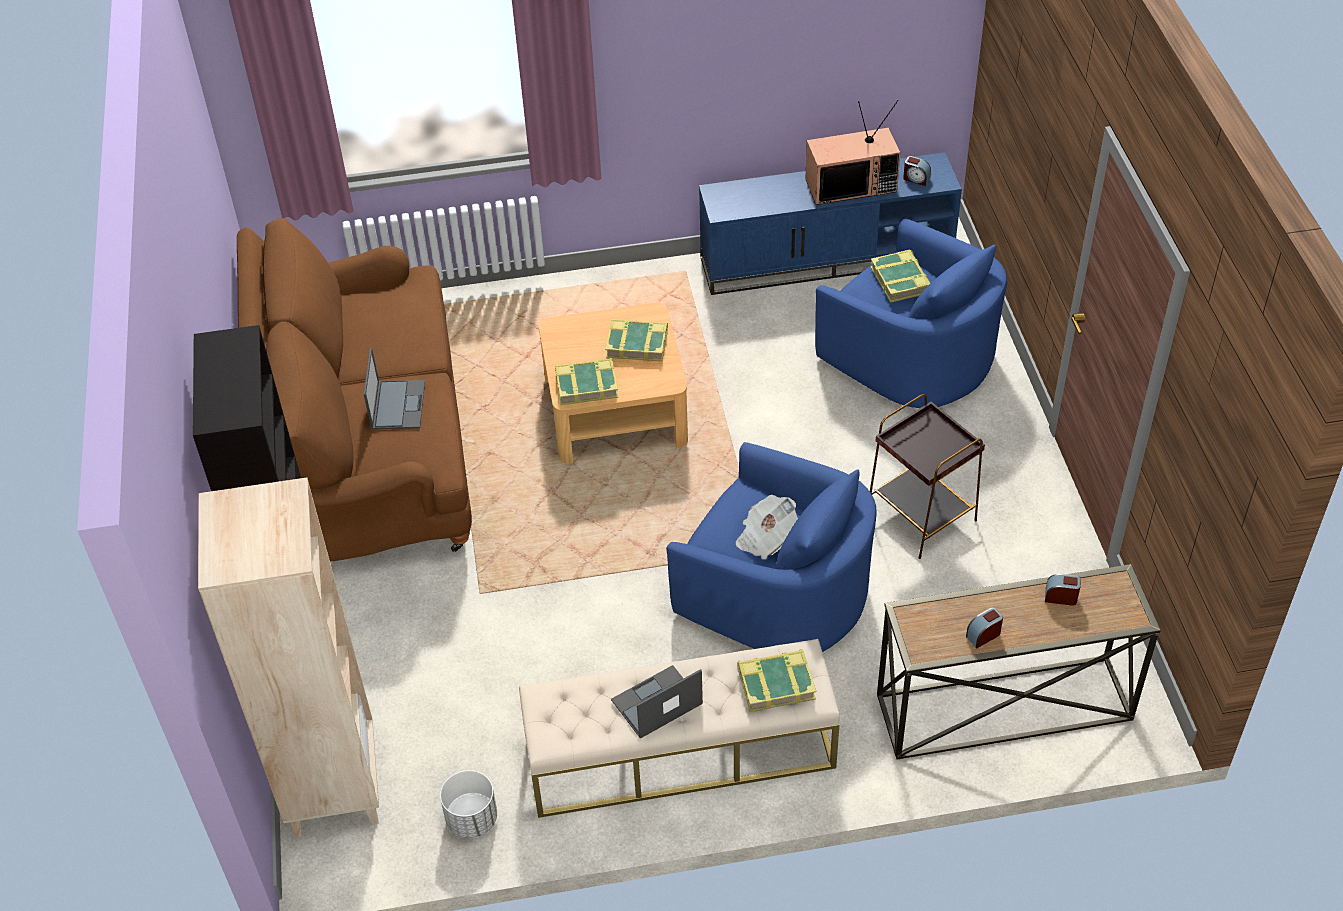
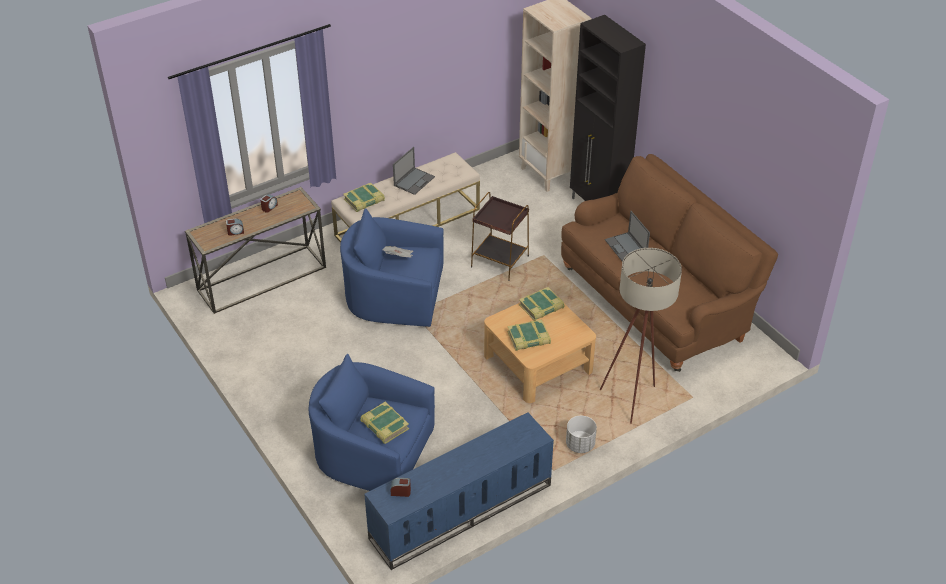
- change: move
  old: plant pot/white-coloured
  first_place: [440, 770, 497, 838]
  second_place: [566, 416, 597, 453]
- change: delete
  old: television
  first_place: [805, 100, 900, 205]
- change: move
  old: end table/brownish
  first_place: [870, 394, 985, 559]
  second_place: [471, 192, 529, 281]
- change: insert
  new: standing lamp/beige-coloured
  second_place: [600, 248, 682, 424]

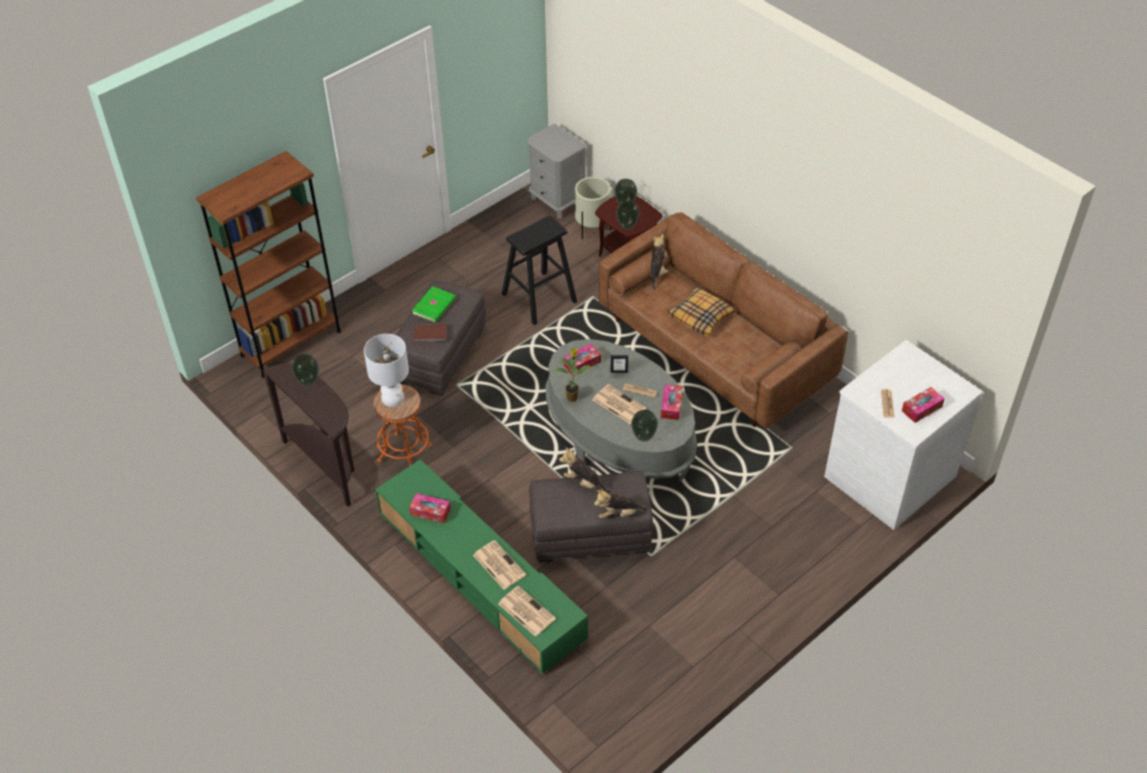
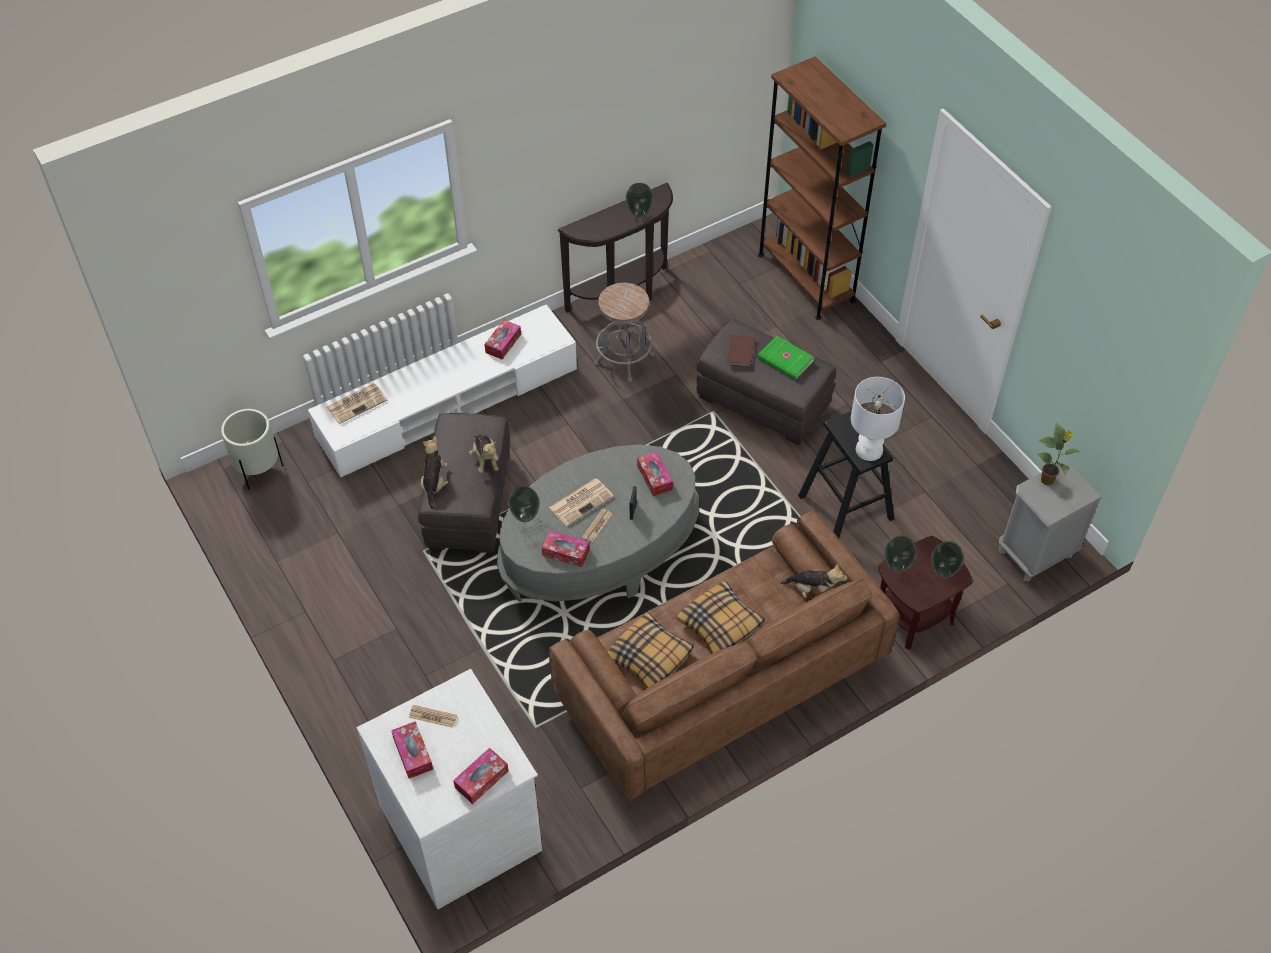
- change: move
  old: table lamp/white-coloured
  first_place: [364, 334, 409, 407]
  second_place: [851, 377, 905, 461]
- change: recolor
  old: sitting stool/orangey
  new: sitting stool/greyish
  first_place: [373, 384, 432, 466]
  second_place: [594, 283, 654, 382]
- change: recolor
  old: tv stand/green-coloured
  new: tv stand/white-coloured
  first_place: [375, 459, 588, 674]
  second_place: [308, 305, 577, 477]
- change: delete
  old: newspaper
  first_place: [473, 540, 526, 590]
- change: move
  old: plant in a pot
  first_place: [553, 348, 593, 402]
  second_place: [1037, 423, 1081, 485]
- change: rotate
  old: plush toy
  first_place: [559, 448, 611, 493]
  second_place: [469, 435, 499, 473]
  degrees: 120
- change: move
  old: plant pot/beige-coloured
  first_place: [575, 177, 611, 240]
  second_place: [221, 409, 283, 489]
- change: insert
  new: tissue holder
  second_place: [453, 748, 509, 804]
- change: insert
  new: throw pillow
  second_place: [608, 612, 694, 689]

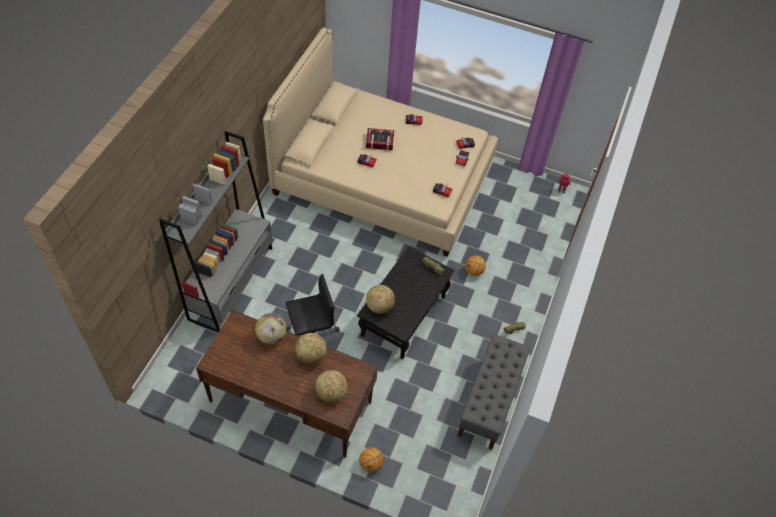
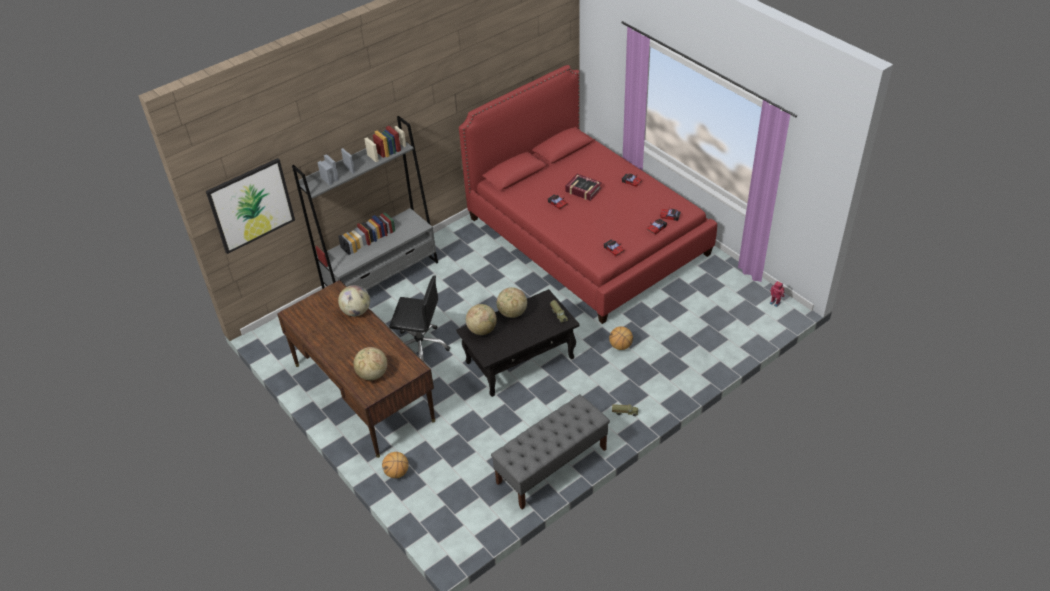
- change: recolor
  old: bedroom bed/beige-coloured
  new: bedroom bed/reddish
  first_place: [263, 28, 498, 257]
  second_place: [459, 65, 717, 324]
- change: move
  old: world globe
  first_place: [295, 333, 327, 365]
  second_place: [497, 287, 527, 318]
- change: insert
  new: wall art
  second_place: [206, 158, 295, 254]

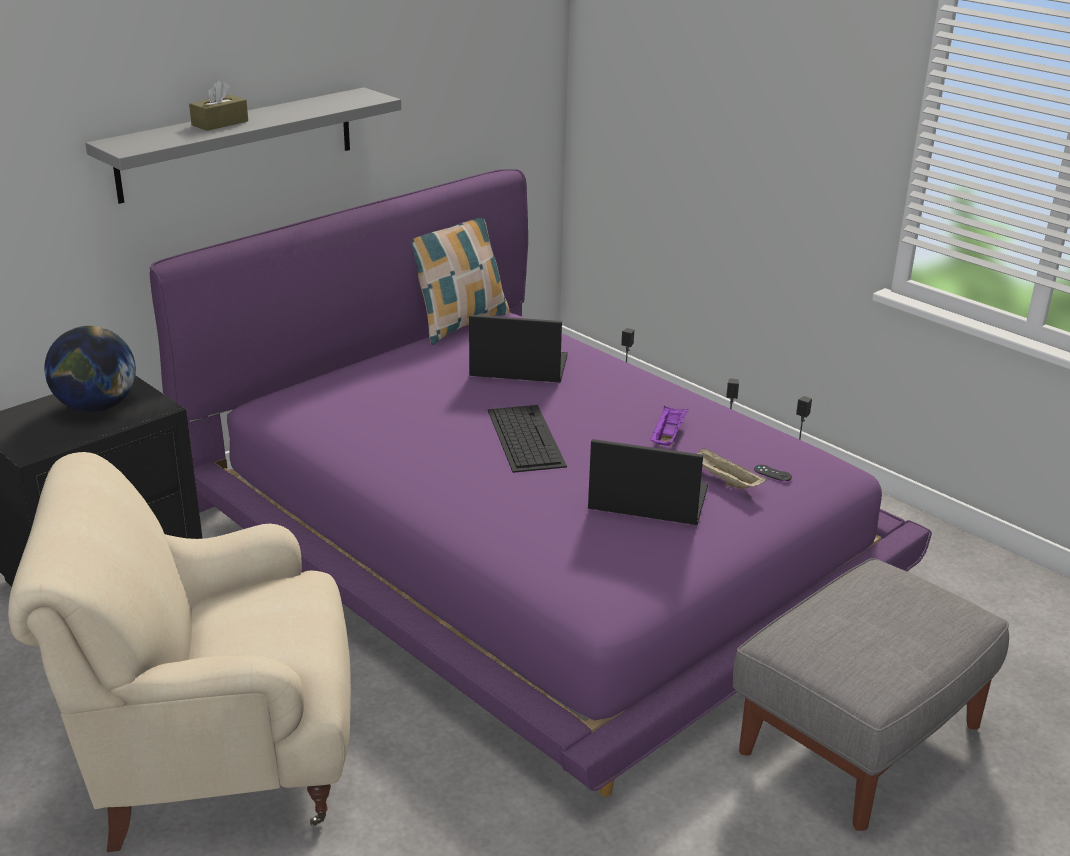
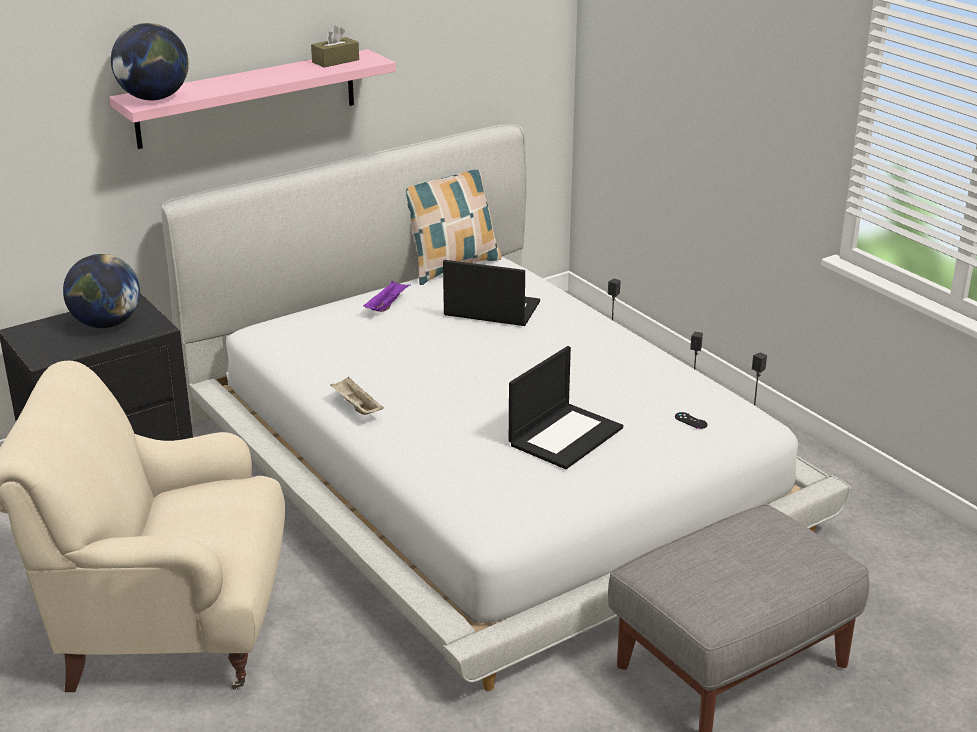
- change: recolor
  old: bracket shelf/greyish
  new: bracket shelf/pink
  first_place: [85, 87, 401, 204]
  second_place: [110, 49, 396, 149]
- change: recolor
  old: bedroom bed/purplish
  new: bedroom bed/white-coloured
  first_place: [150, 169, 932, 796]
  second_place: [161, 125, 850, 691]
- change: move
  old: tissue holder/brownish
  first_place: [189, 80, 248, 131]
  second_place: [311, 26, 359, 67]
- change: delete
  old: PC keyboard
  first_place: [488, 405, 567, 473]
- change: rotate
  old: laptop
  first_place: [588, 439, 708, 525]
  second_place: [509, 346, 623, 469]
  degrees: 105
- change: move
  old: tray/purplish
  first_place: [650, 405, 689, 446]
  second_place: [363, 281, 411, 312]
- change: move
  old: tray/beige-coloured
  first_place: [697, 448, 767, 489]
  second_place: [331, 377, 384, 415]
- change: insert
  new: world globe
  second_place: [111, 23, 189, 100]

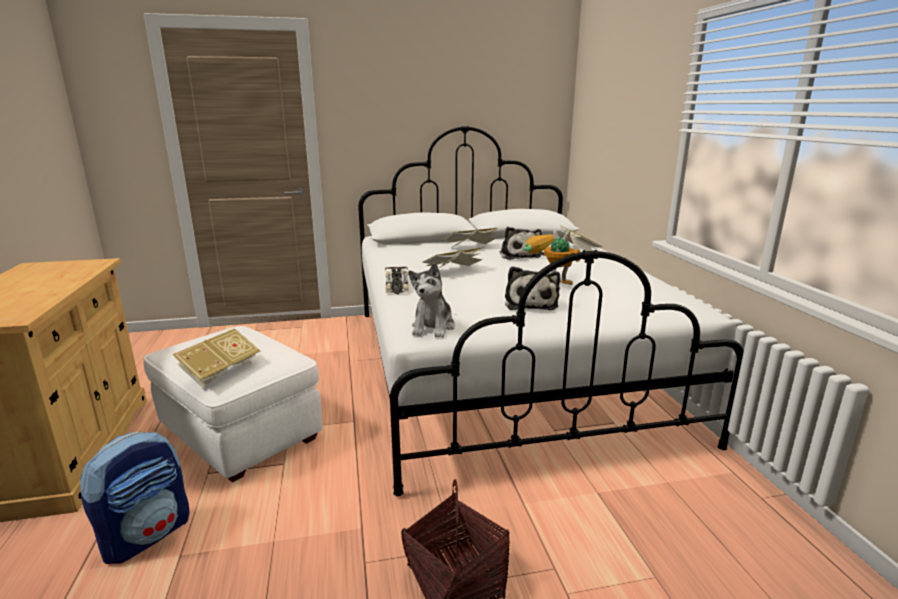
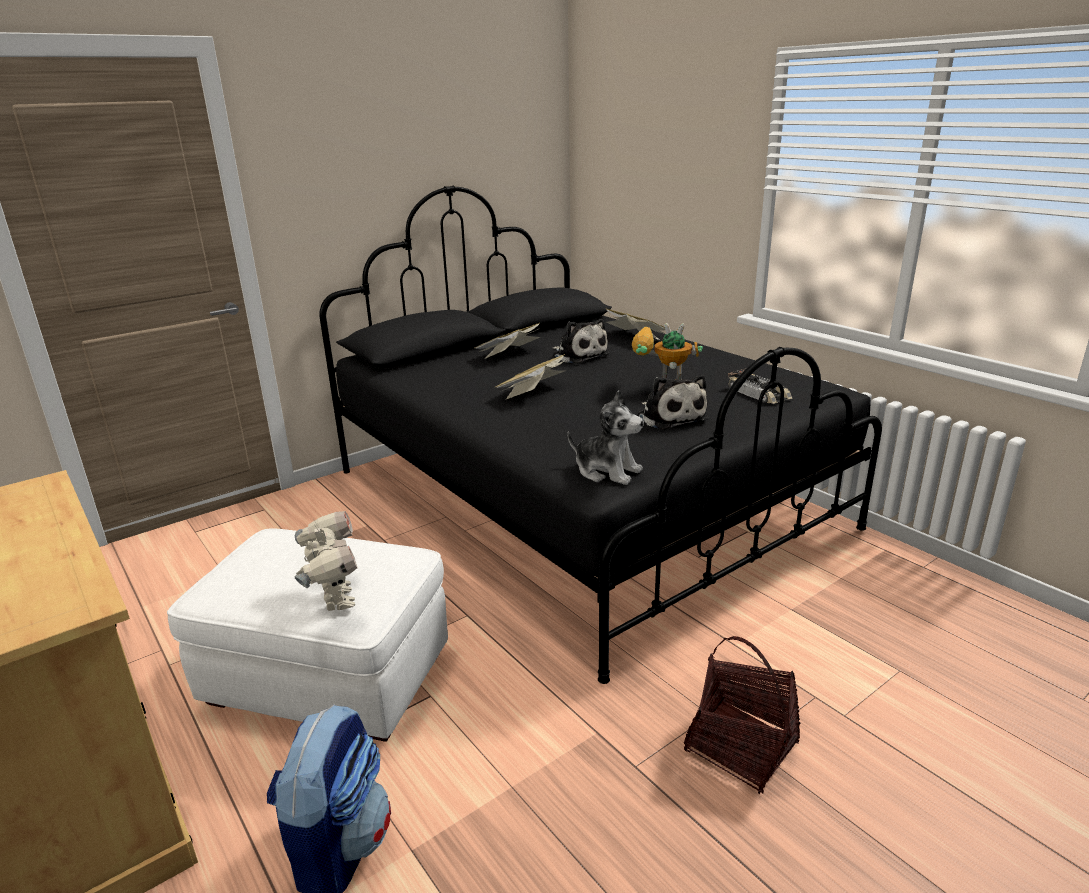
- change: replace
  old: book
  new: model robot
  first_place: [173, 328, 260, 388]
  second_place: [295, 511, 358, 611]
- change: recolor
  old: bedroom bed/white-coloured
  new: bedroom bed/black-coloured
  first_place: [358, 126, 744, 496]
  second_place: [319, 185, 882, 684]
- change: move
  old: miniature car
  first_place: [385, 267, 409, 295]
  second_place: [728, 368, 792, 404]
- change: rotate
  old: plush toy
  first_place: [408, 263, 455, 338]
  second_place: [568, 390, 644, 485]
  degrees: -45

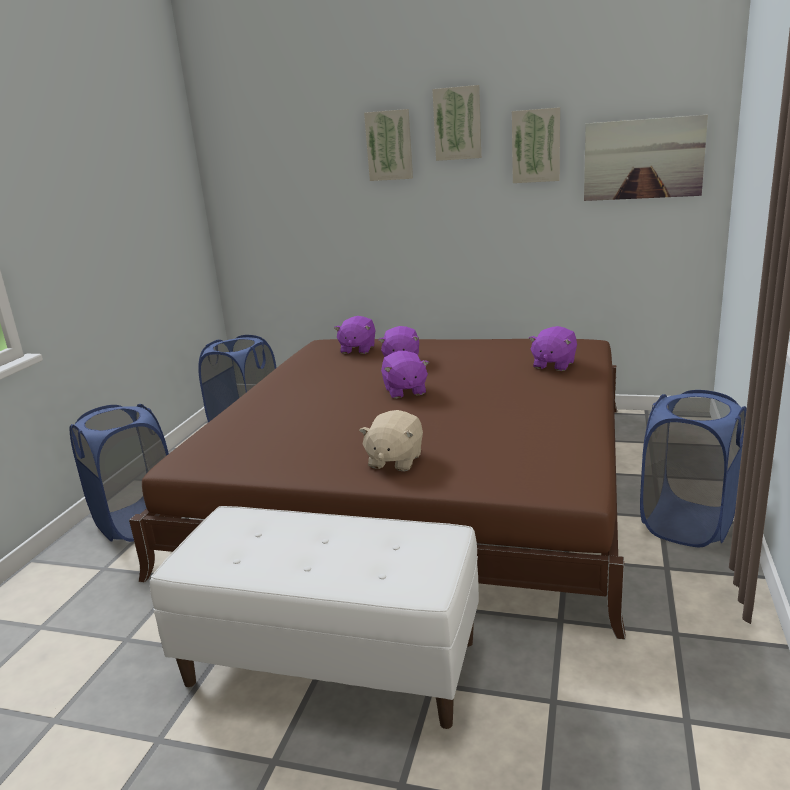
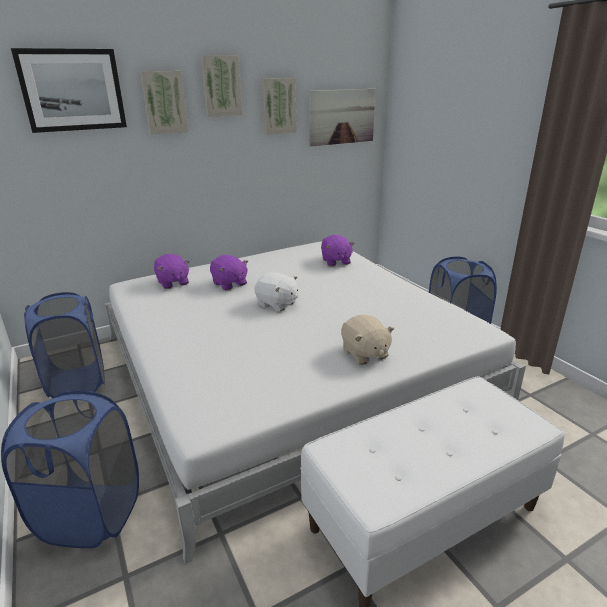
- change: recolor
  old: bedroom bed/brownish
  new: bedroom bed/white-coloured
  first_place: [129, 339, 626, 639]
  second_place: [105, 241, 526, 564]
- change: recolor
  old: plush toy/purplish
  new: plush toy/white-coloured
  first_place: [381, 351, 429, 399]
  second_place: [254, 272, 298, 311]
- change: insert
  new: wall art
  second_place: [11, 48, 127, 133]

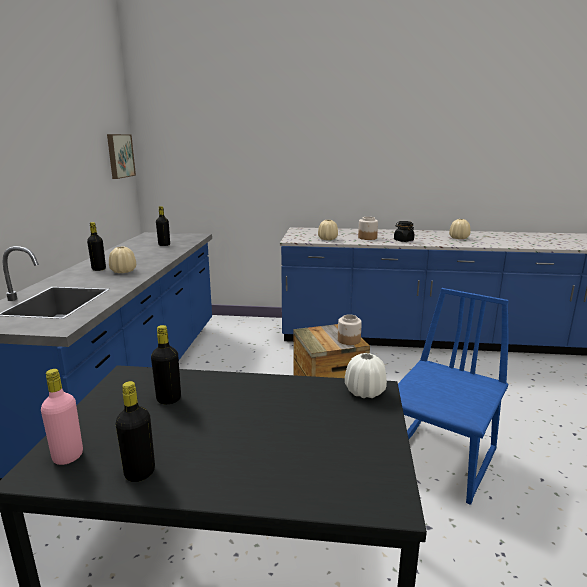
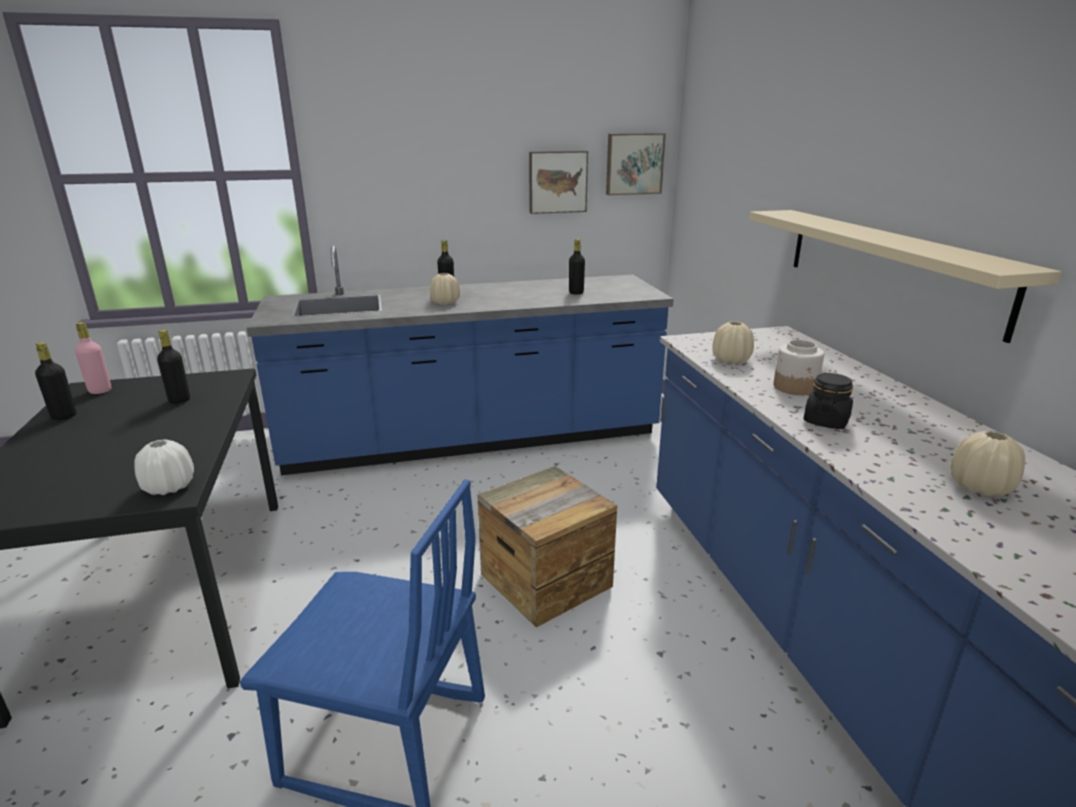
- change: delete
  old: storage jar
  first_place: [338, 314, 362, 345]
- change: insert
  new: wall art
  second_place: [529, 151, 588, 214]
- change: insert
  new: bracket shelf/beige-coloured
  second_place: [749, 210, 1062, 343]

